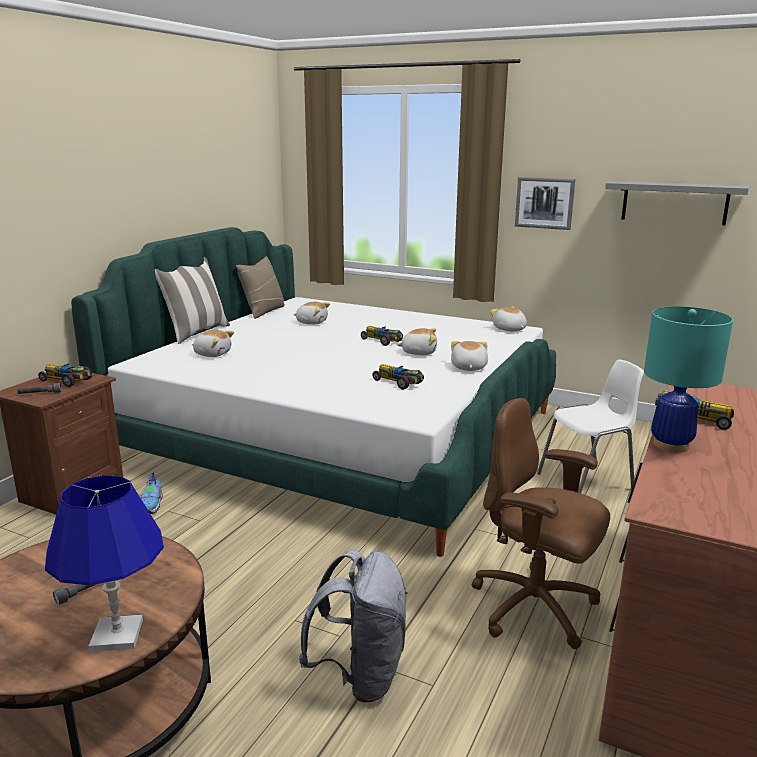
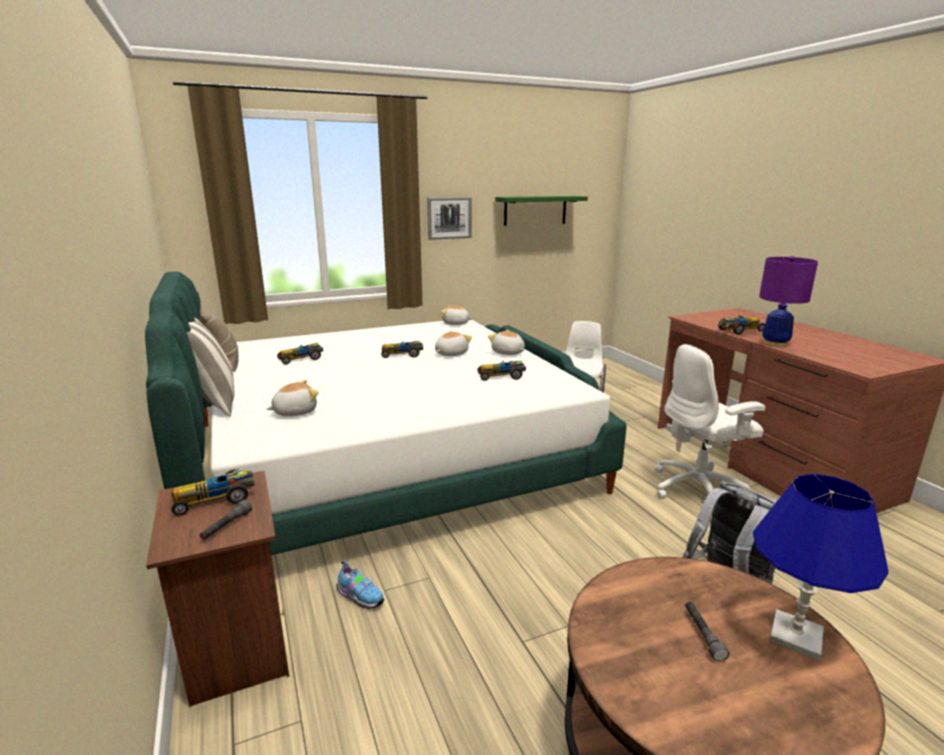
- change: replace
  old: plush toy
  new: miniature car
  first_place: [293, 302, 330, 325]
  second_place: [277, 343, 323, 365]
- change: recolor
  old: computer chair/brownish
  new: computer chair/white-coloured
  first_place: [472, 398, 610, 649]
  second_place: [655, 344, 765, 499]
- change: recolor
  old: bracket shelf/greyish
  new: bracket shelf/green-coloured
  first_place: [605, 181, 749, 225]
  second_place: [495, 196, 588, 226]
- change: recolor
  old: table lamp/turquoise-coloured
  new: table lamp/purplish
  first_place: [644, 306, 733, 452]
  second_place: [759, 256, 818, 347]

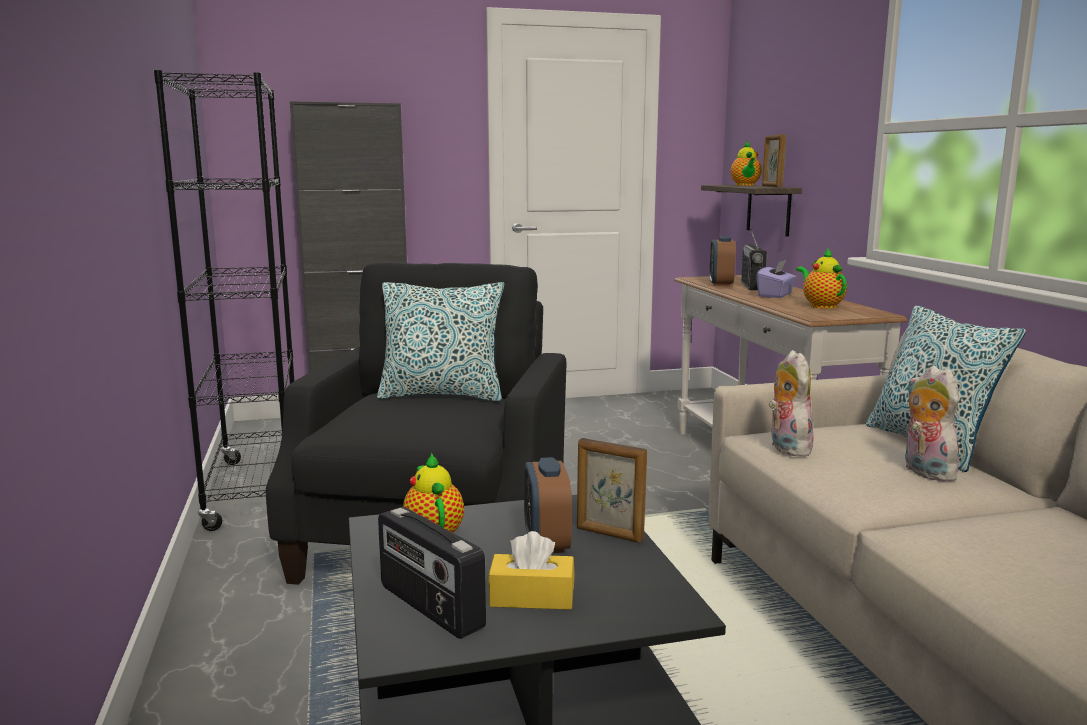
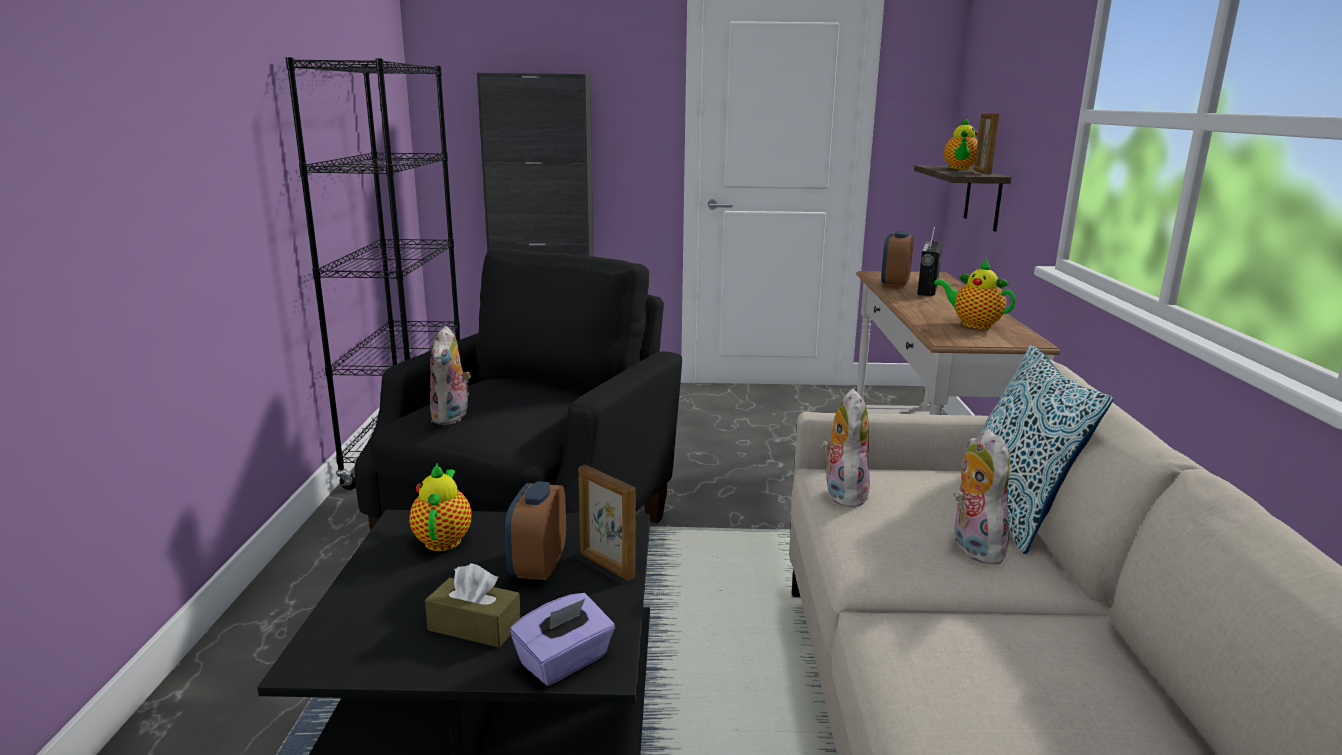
- change: delete
  old: throw pillow
  first_place: [377, 282, 504, 401]
- change: delete
  old: radio set
  first_place: [378, 507, 486, 639]
- change: recolor
  old: tissue holder/yellowish
  new: tissue holder/brownish
  first_place: [488, 531, 575, 610]
  second_place: [425, 564, 521, 647]
- change: move
  old: tissue holder/purplish
  first_place: [756, 260, 796, 298]
  second_place: [510, 593, 615, 686]
- change: rotate
  old: tea pot
  first_place: [797, 248, 847, 309]
  second_place: [934, 259, 1016, 329]
  degrees: -45
- change: insert
  new: plush toy
  second_place: [430, 326, 471, 425]

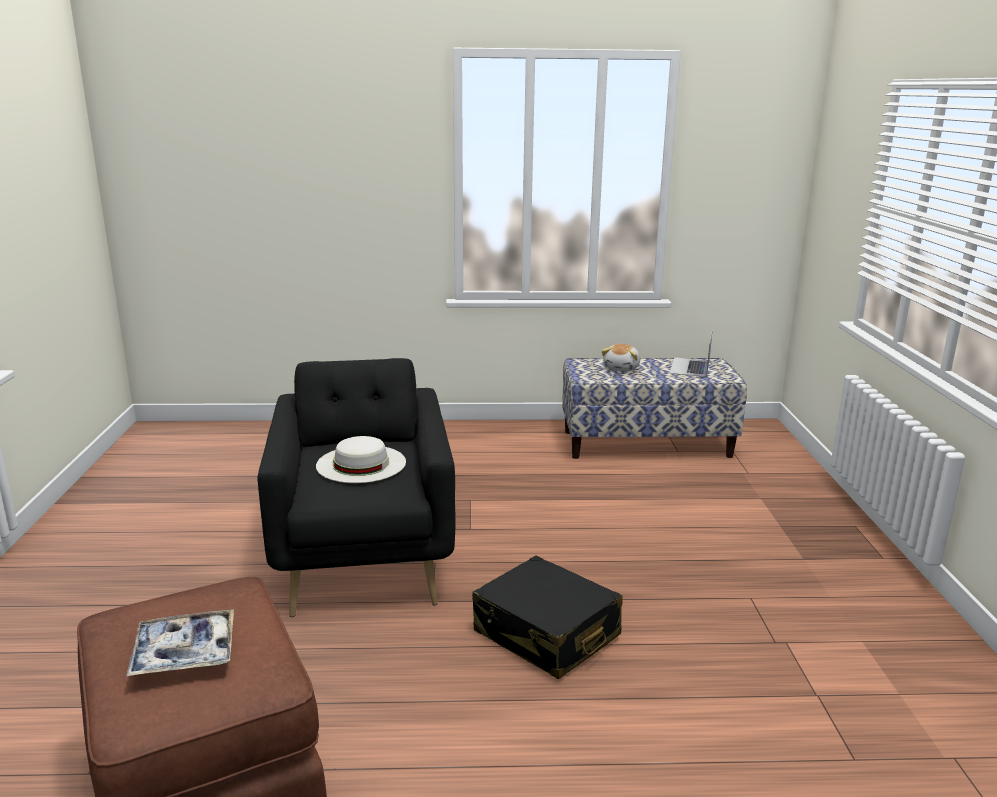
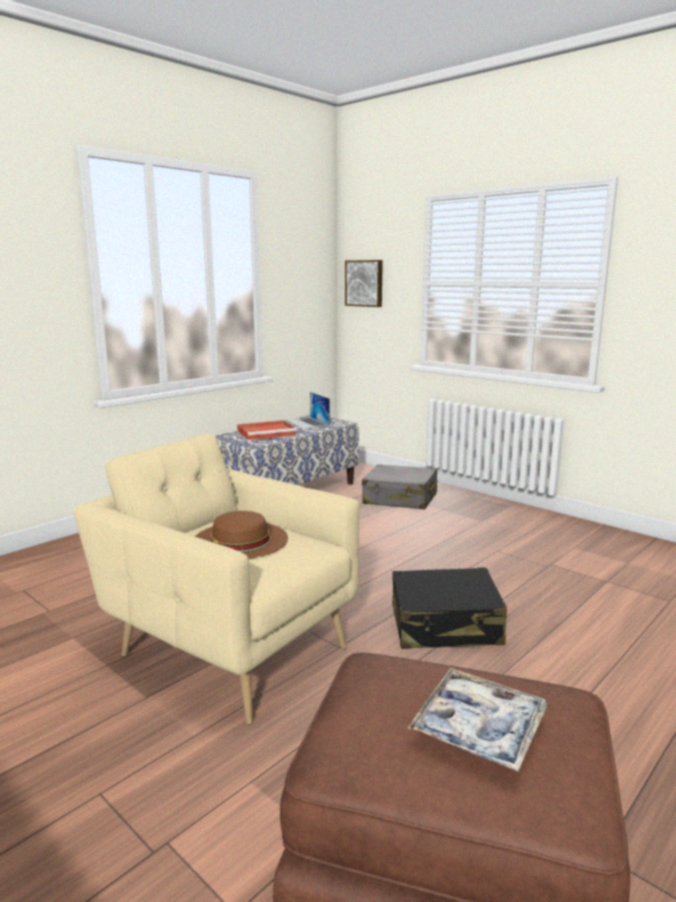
- change: recolor
  old: lounge chair/black-coloured
  new: lounge chair/beige-coloured
  first_place: [258, 358, 456, 617]
  second_place: [73, 434, 359, 725]
- change: recolor
  old: wearable hat/white-coloured
  new: wearable hat/brownish
  first_place: [316, 436, 406, 483]
  second_place: [195, 511, 288, 559]
- change: replace
  old: plush toy
  new: tray/reddish
  first_place: [602, 344, 640, 371]
  second_place: [237, 420, 297, 440]
- change: insert
  new: wall art
  second_place: [345, 260, 383, 307]
- change: insert
  new: suitcase/greyish
  second_place: [362, 464, 437, 509]

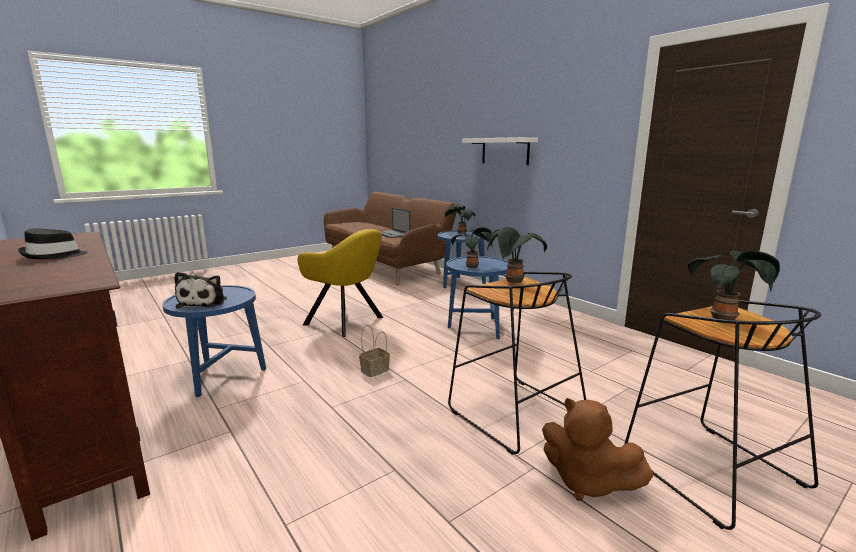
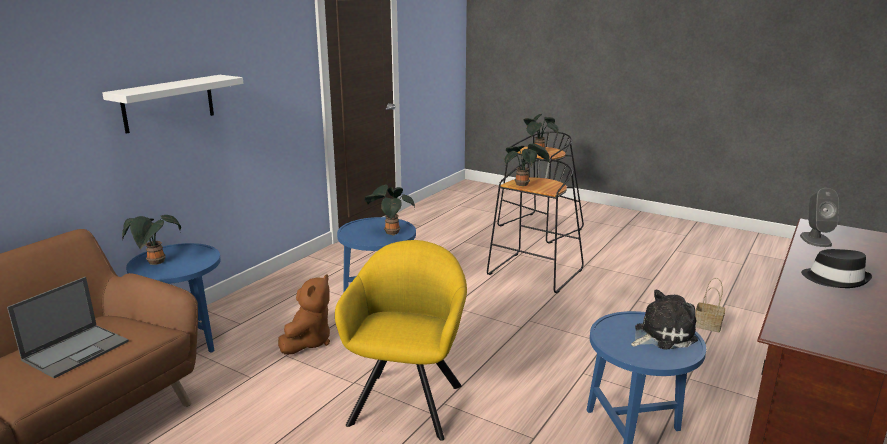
- change: move
  old: household basket
  first_place: [359, 325, 390, 377]
  second_place: [696, 278, 725, 332]
- change: move
  old: plush toy/brownish
  first_place: [542, 398, 654, 501]
  second_place: [278, 275, 330, 355]
- change: insert
  new: speaker/greyish
  second_place: [800, 188, 839, 247]

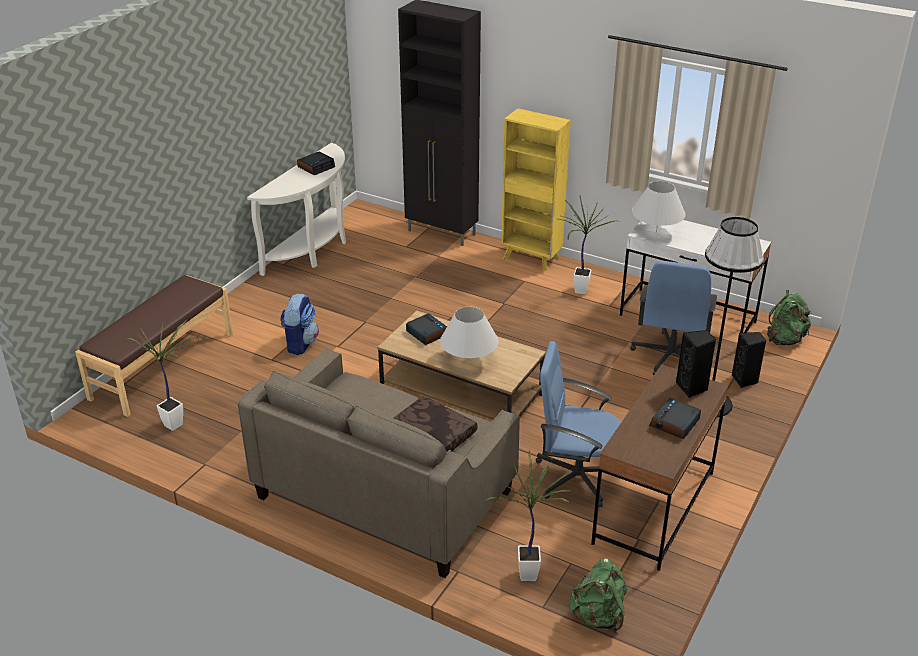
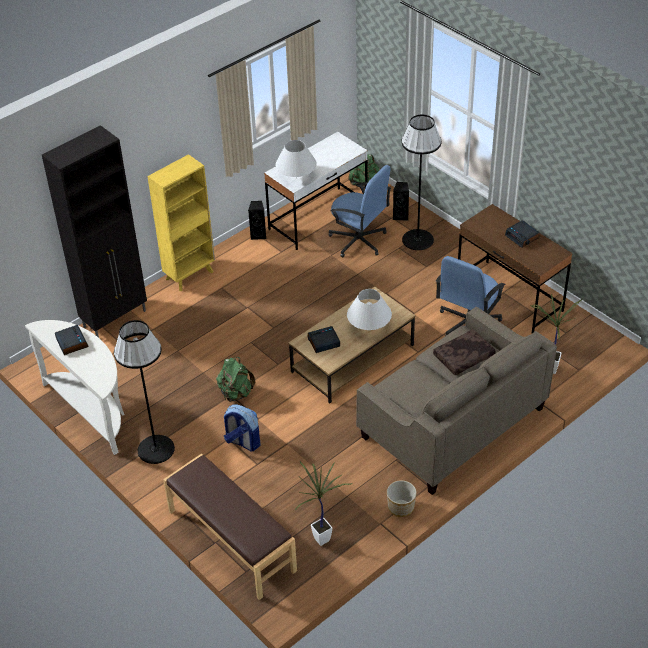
- change: delete
  old: plant in a pot
  first_place: [559, 196, 621, 294]
- change: move
  old: rucksack/green-coloured
  first_place: [569, 558, 627, 632]
  second_place: [216, 357, 255, 402]
- change: move
  old: speaker/black-coloured
  first_place: [676, 330, 716, 398]
  second_place: [248, 201, 266, 240]
- change: insert
  new: standing lamp/black-coloured
  second_place: [114, 320, 175, 464]
- change: insert
  new: plant pot
  second_place: [387, 480, 417, 517]

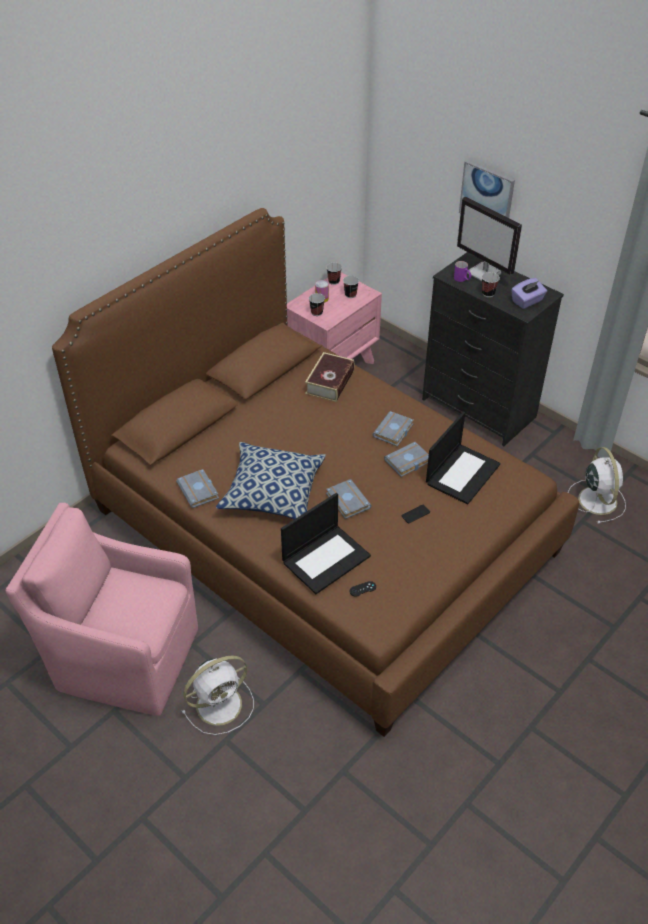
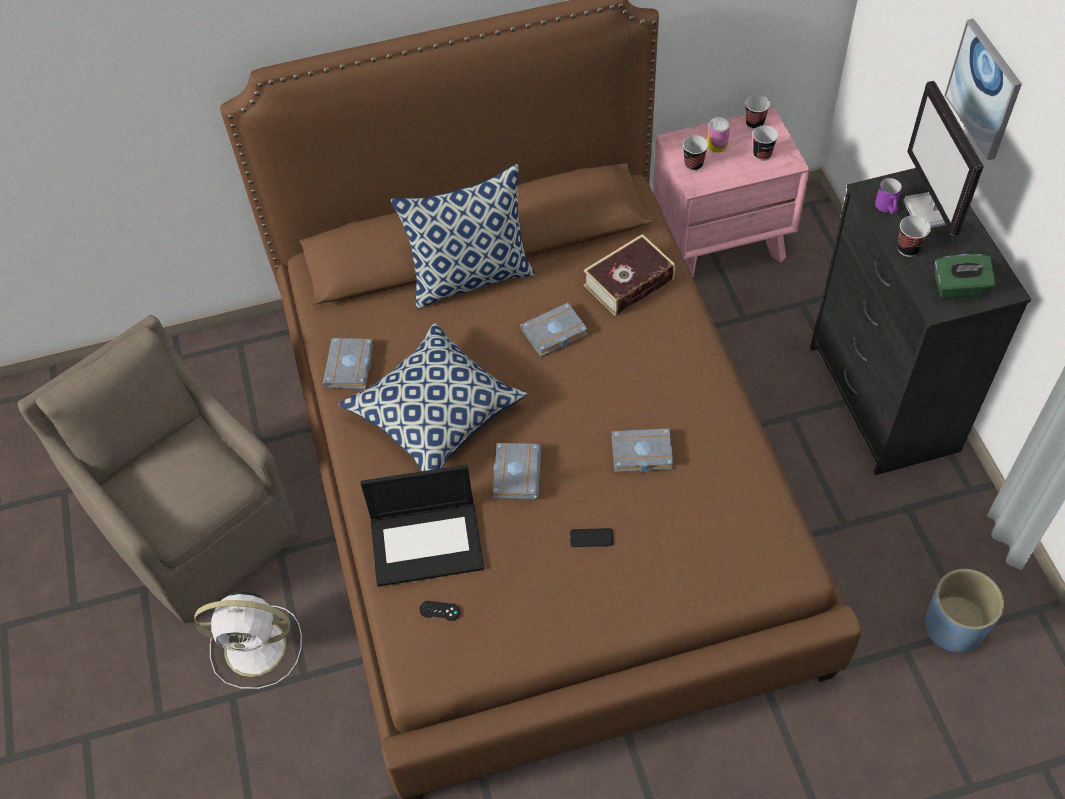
- change: recolor
  old: lounge chair/pink
  new: lounge chair/brownish
  first_place: [5, 503, 198, 716]
  second_place: [18, 315, 299, 623]
- change: move
  old: book/greyish
  first_place: [372, 411, 414, 446]
  second_place: [520, 303, 588, 357]
- change: delete
  old: laptop
  first_place: [426, 412, 500, 505]
- change: recolor
  old: tissue holder/purplish
  new: tissue holder/green-coloured
  first_place: [511, 278, 547, 309]
  second_place: [935, 254, 996, 298]
- change: replace
  old: fan/white-coloured
  new: plant pot/bluish
  first_place: [568, 447, 626, 524]
  second_place: [925, 569, 1004, 653]
- change: insert
  new: throw pillow
  second_place: [391, 164, 536, 309]

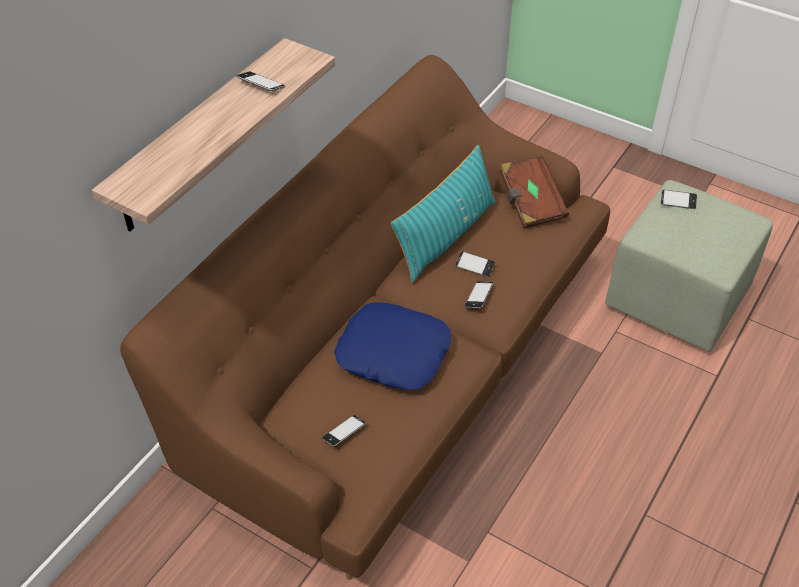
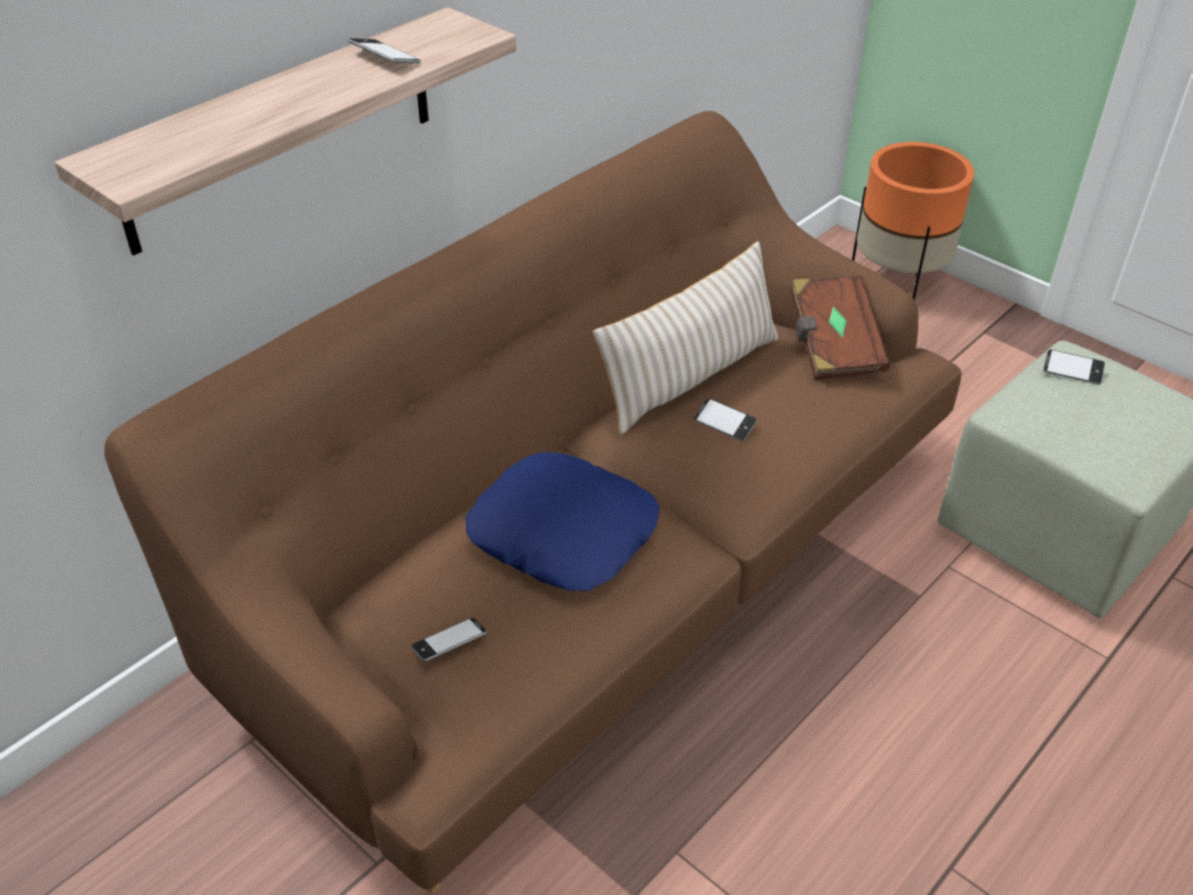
- change: recolor
  old: throw pillow/turquoise-coloured
  new: throw pillow/beige-coloured
  first_place: [391, 145, 496, 283]
  second_place: [593, 241, 778, 435]
- change: delete
  old: handset
  first_place: [465, 281, 493, 308]
- change: insert
  new: plant pot/orangey
  second_place: [852, 142, 974, 300]

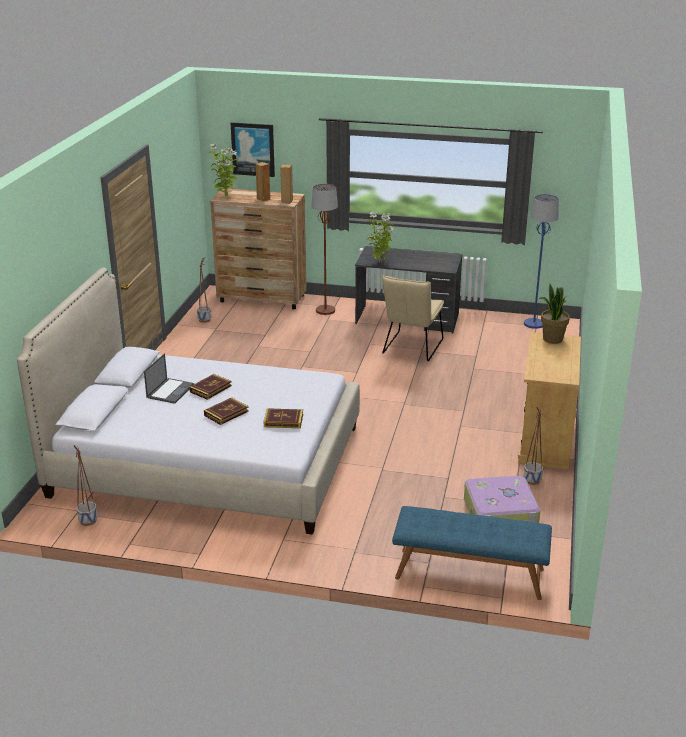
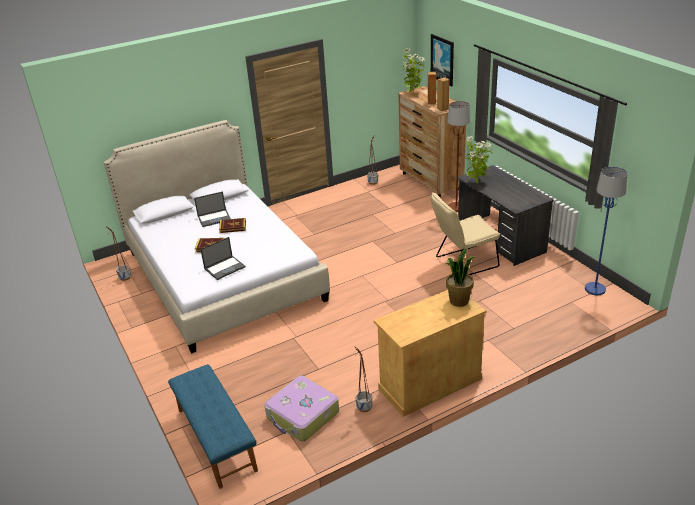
- change: replace
  old: book
  new: laptop
  first_place: [264, 408, 303, 428]
  second_place: [200, 237, 245, 280]

